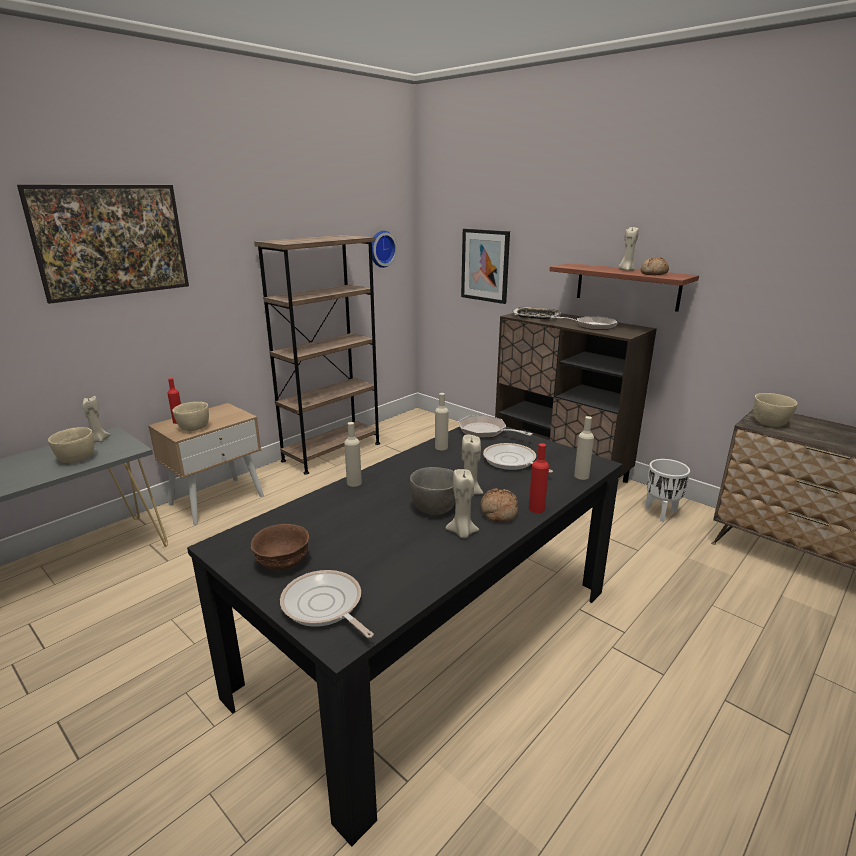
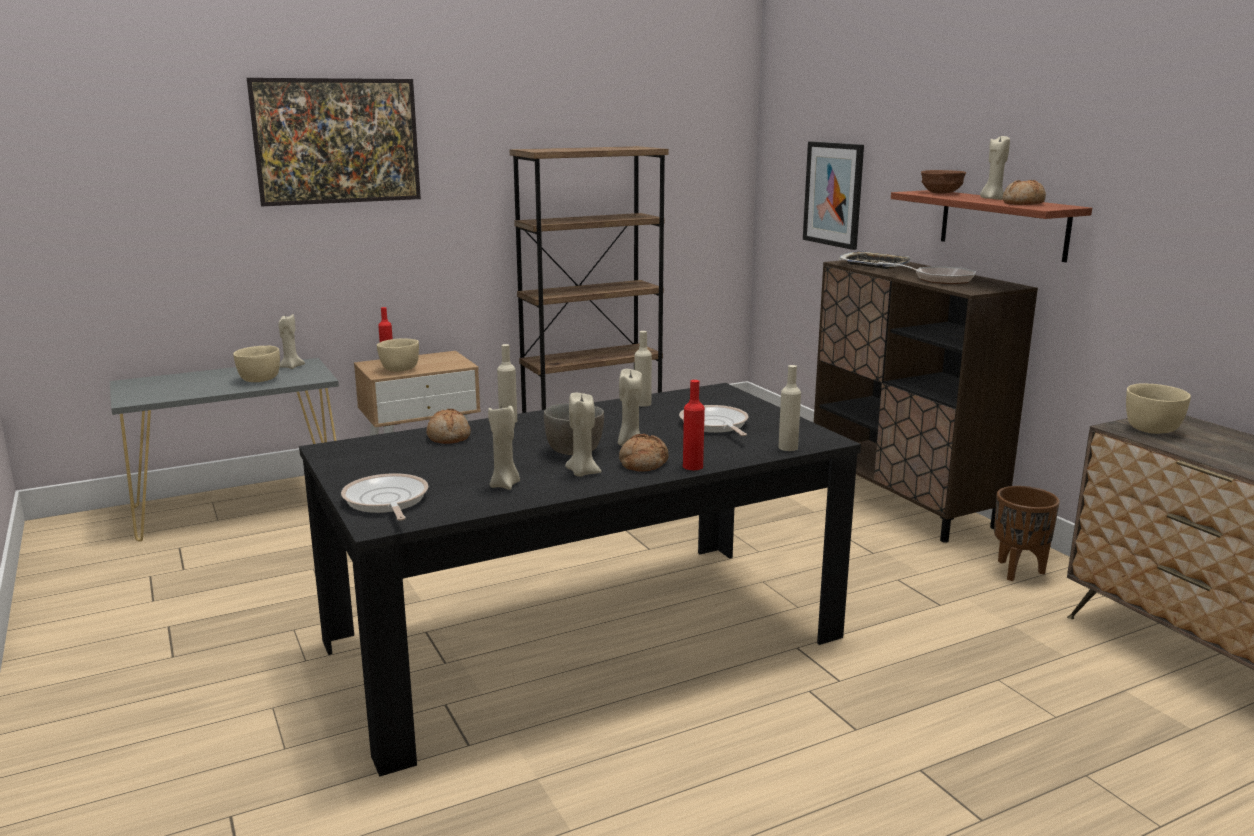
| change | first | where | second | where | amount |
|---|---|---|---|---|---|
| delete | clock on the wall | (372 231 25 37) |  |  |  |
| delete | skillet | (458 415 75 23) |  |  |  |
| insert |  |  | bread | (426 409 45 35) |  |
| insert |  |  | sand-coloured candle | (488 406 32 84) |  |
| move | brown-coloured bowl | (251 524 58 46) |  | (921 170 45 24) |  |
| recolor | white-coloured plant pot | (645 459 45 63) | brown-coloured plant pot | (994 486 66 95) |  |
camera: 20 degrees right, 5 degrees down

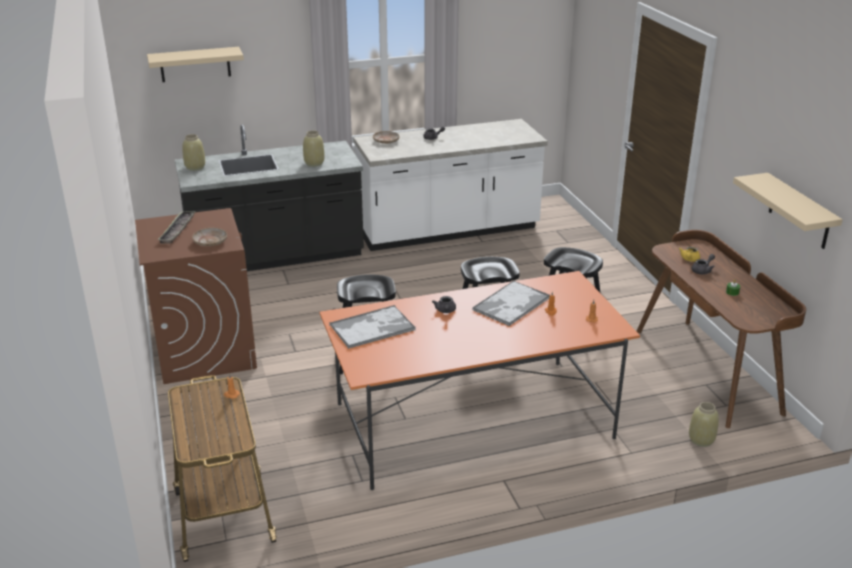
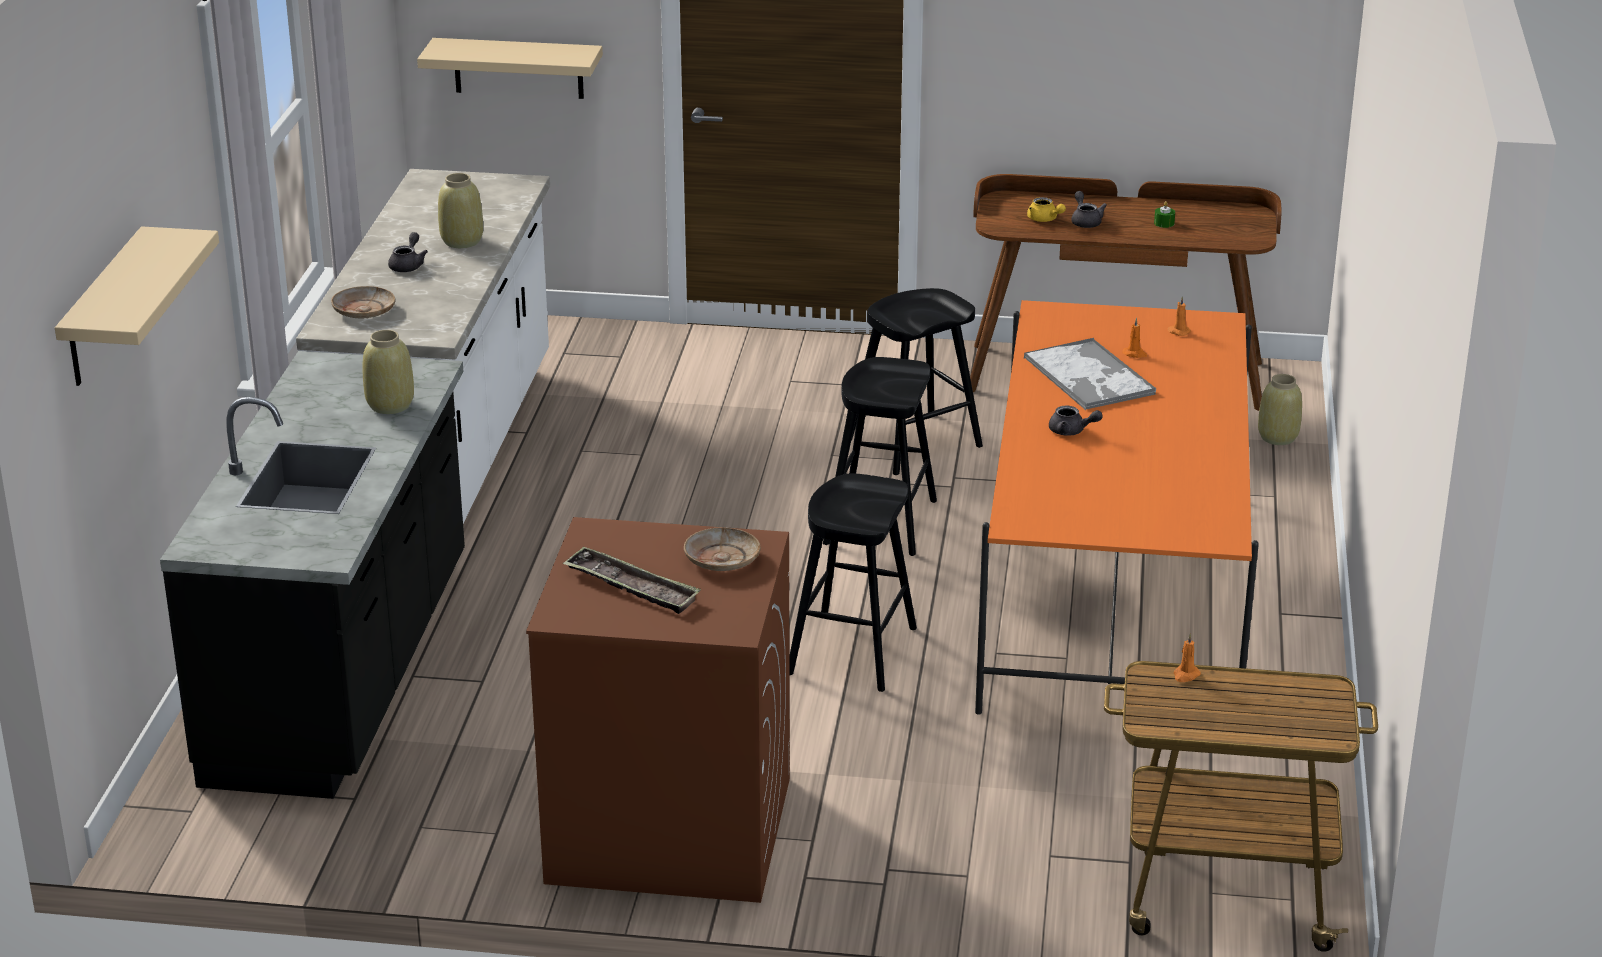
| change | first | where | second | where | amount |
|---|---|---|---|---|---|
| delete | carrying tray | (330 305 86 44) |  |  |  |
| move | sand-coloured decorative vase | (182 134 23 37) |  | (438 173 45 75) |  |
| move | sand-coloured wall shelf | (733 173 110 76) |  | (417 38 186 61) |  |
camera: 65 degrees left, 0 degrees up

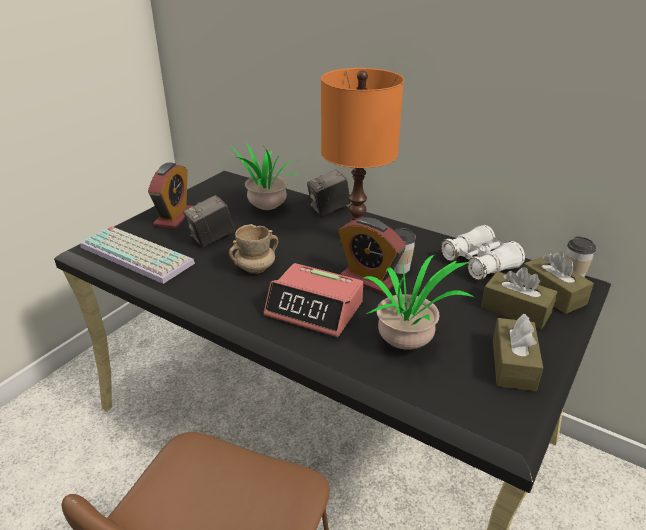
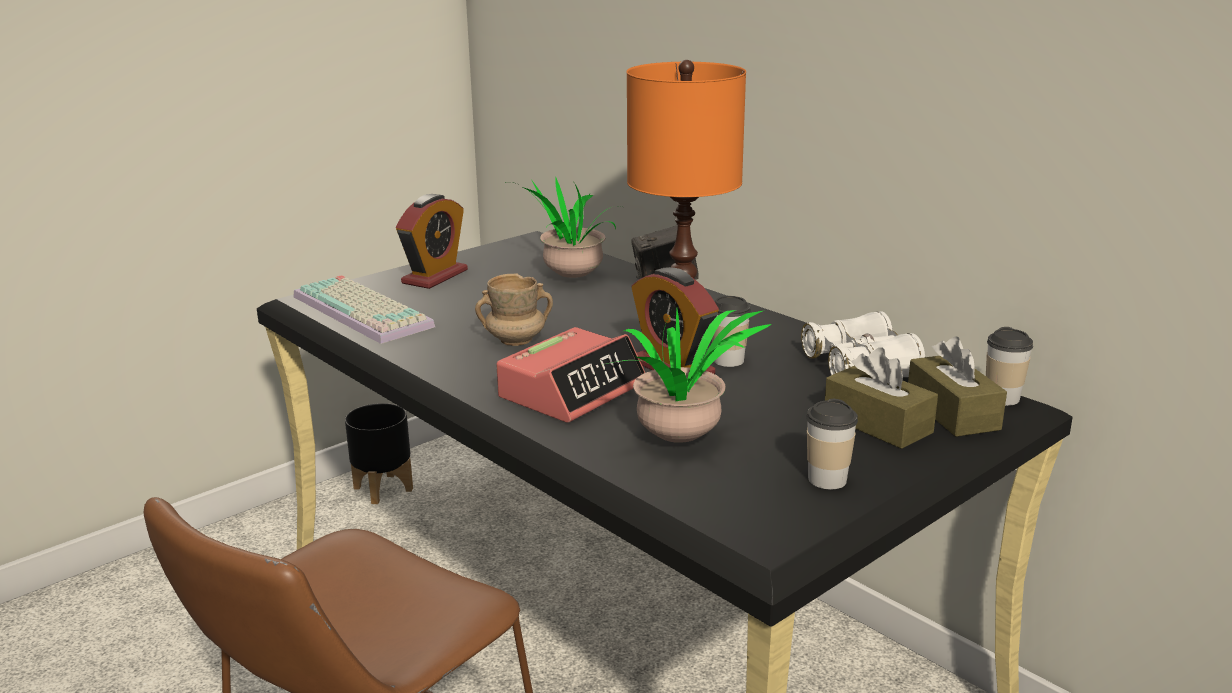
| change | first | where | second | where | amount |
|---|---|---|---|---|---|
| delete | photo camera | (183 195 52 52) |  |  |  |
| insert |  |  | black-coloured plant pot | (345 403 68 101) |  |
| replace | brown-coloured tissue box | (493 314 50 77) | drinking cup | (806 399 52 90) |  |
| rotate | bedside clock | (264 263 99 74) |  | (496 327 149 96) | 90 degrees counterclockwise |
camera: 15 degrees right, 10 degrees down

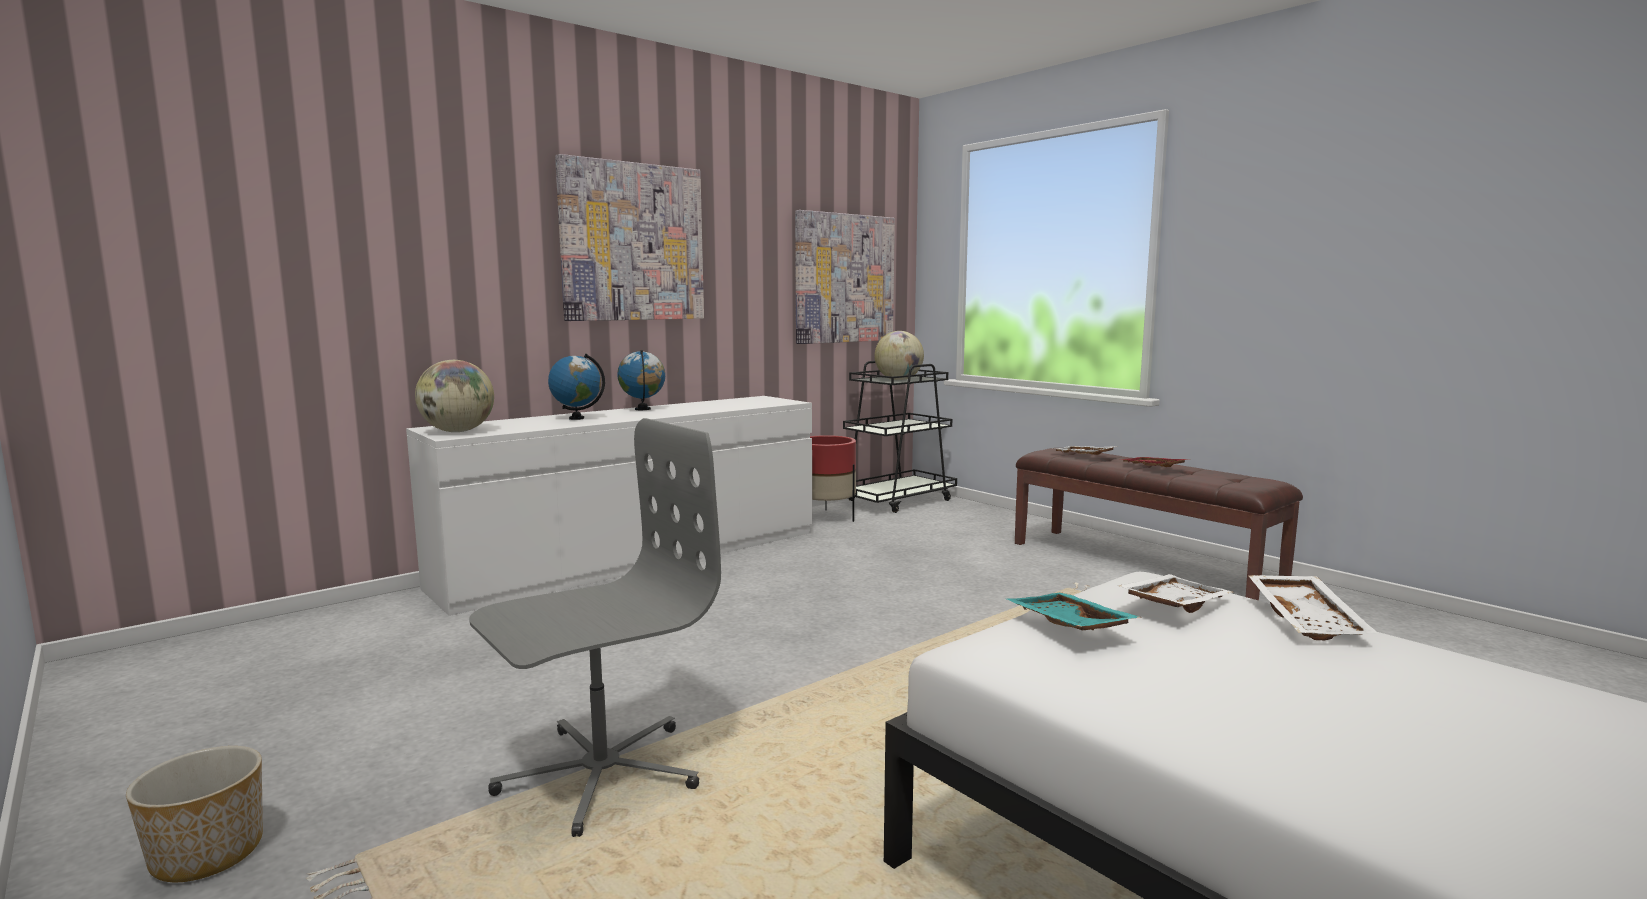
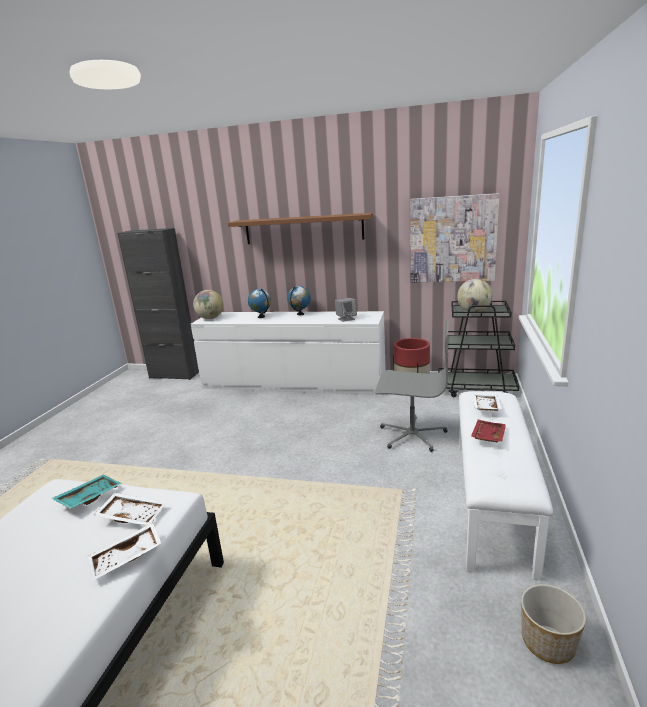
| change | first | where | second | where | amount |
|---|---|---|---|---|---|
| insert |  |  | black-coloured cupboard | (117 228 82 152) |  |
| insert |  |  | gray loudspeaker | (335 298 22 24) |  |
| move | plant pot | (126 746 137 136) |  | (521 584 65 80) |  |
| move | gray computer chair | (469 418 252 419) |  | (375 318 74 134) |  |
| replace | wall art | (555 154 149 167) | brown-coloured wall shelf | (228 213 145 31) |  |
| recolor | brown-coloured indoor bench | (1015 448 288 152) | white-coloured indoor bench | (459 391 94 190) |  |
camera: 55 degrees right, 10 degrees up

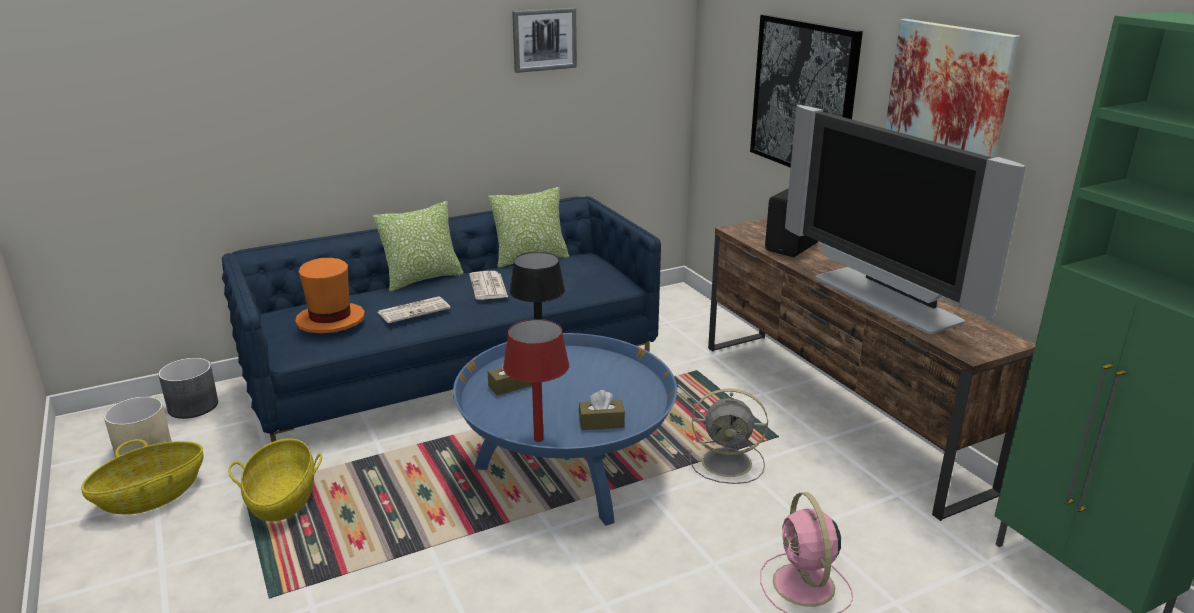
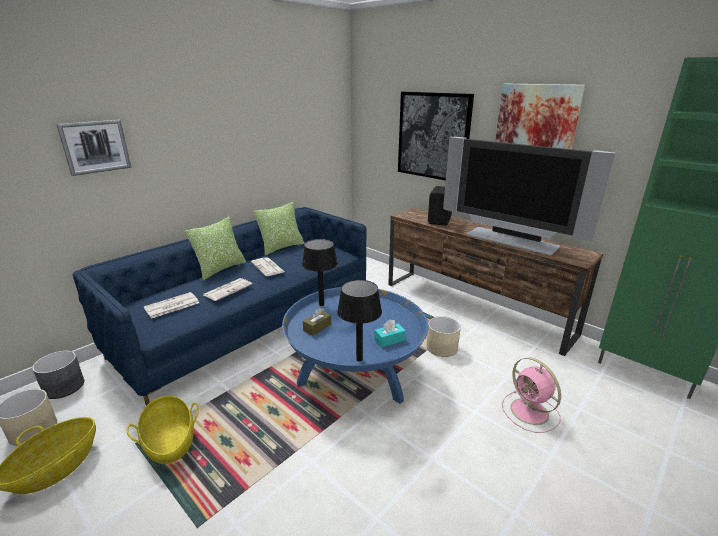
| change | first | where | second | where | amount |
|---|---|---|---|---|---|
| move | wall art | (512 8 65 65) |  | (56 120 75 56) |  |
| replace | orangey wearable hat | (295 258 70 75) | printed paper | (144 292 55 27) |  |
| replace | gray fan | (688 389 80 95) | sand-coloured plant pot | (426 316 35 41) |  |
| recolor | red-coloured tabletop lamp | (503 319 66 123) | black-coloured tabletop lamp | (337 280 45 81) |  |
| recolor | brown-coloured tissue box | (579 390 46 40) | turquoise tissue box | (374 319 32 29) |  |
camera: 20 degrees left, 0 degrees up

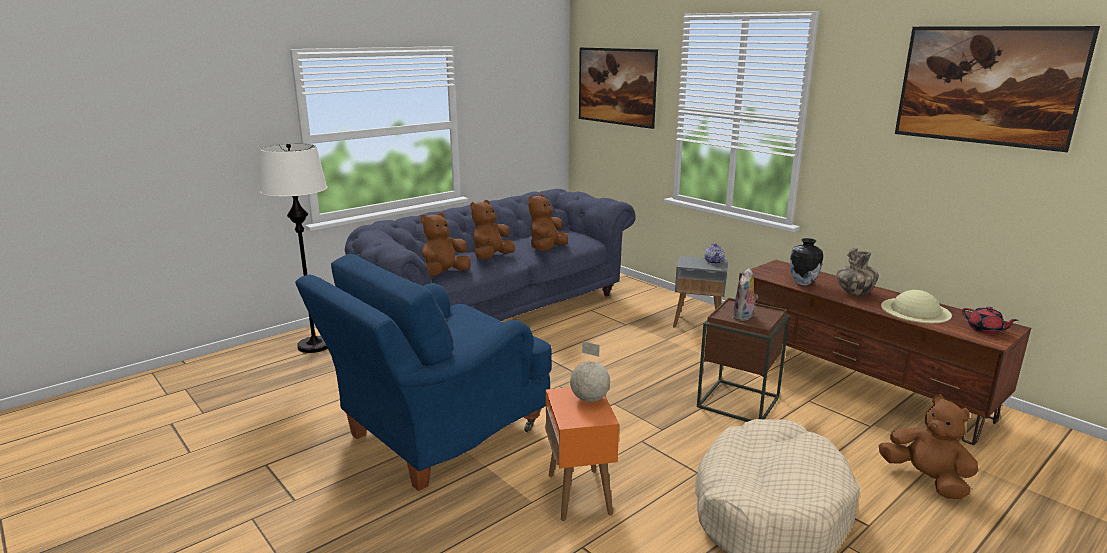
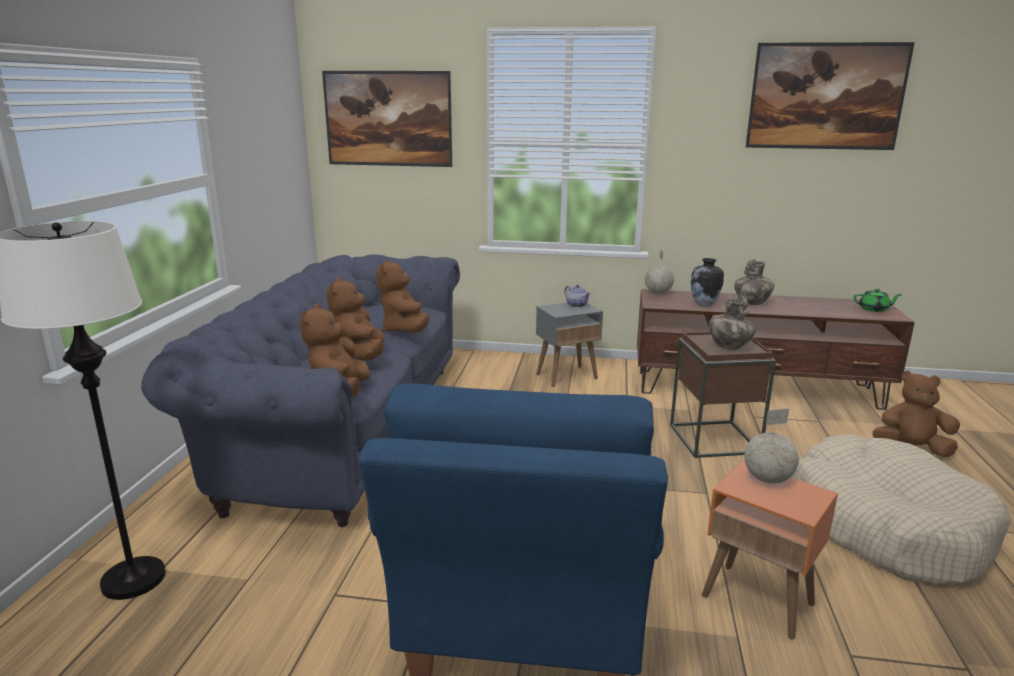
| change | first | where | second | where | amount |
|---|---|---|---|---|---|
| delete | sand-coloured wearable hat | (881 290 71 33) |  |  |  |
| insert |  |  | desk globe | (645 249 29 45) |  |
| replace | cuddly toy | (732 268 26 53) | decorative vase | (709 294 47 56) |  |
| recolor | red-coloured tea pot | (962 307 57 27) | greenish tea pot | (854 289 47 23) |  |
camera: 40 degrees left, 0 degrees up

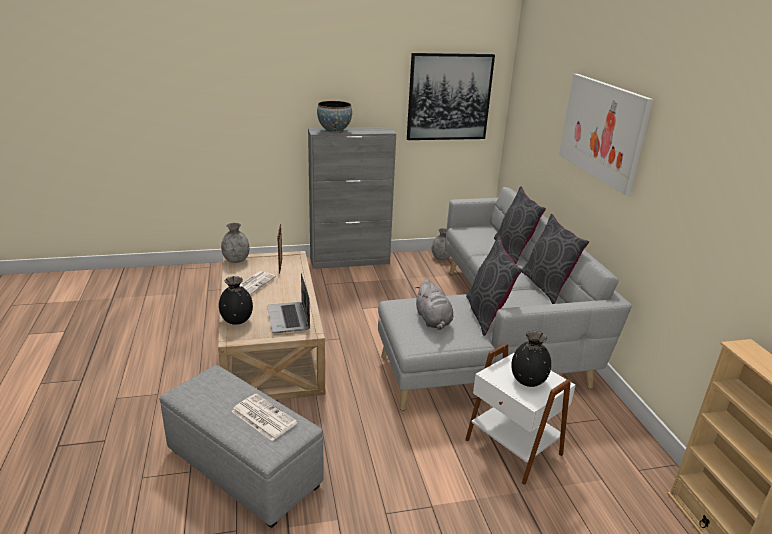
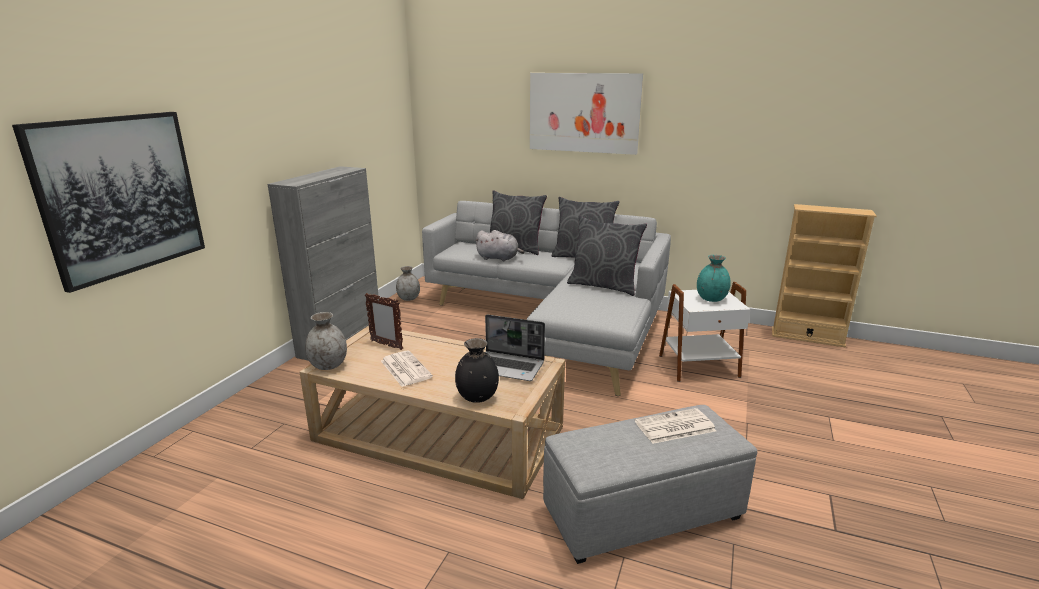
| change | first | where | second | where | amount |
|---|---|---|---|---|---|
| delete | bowl | (317 101 35 32) |  |  |  |
| move | wall art | (407 53 88 87) |  | (12 112 193 181) |  |
| move | gray cuddly toy | (416 279 37 51) |  | (475 230 49 31) |  |
| recolor | black-coloured decorative vase | (511 331 40 56) | turquoise decorative vase | (697 255 34 47) |  |
camera: 55 degrees left, 5 degrees down

